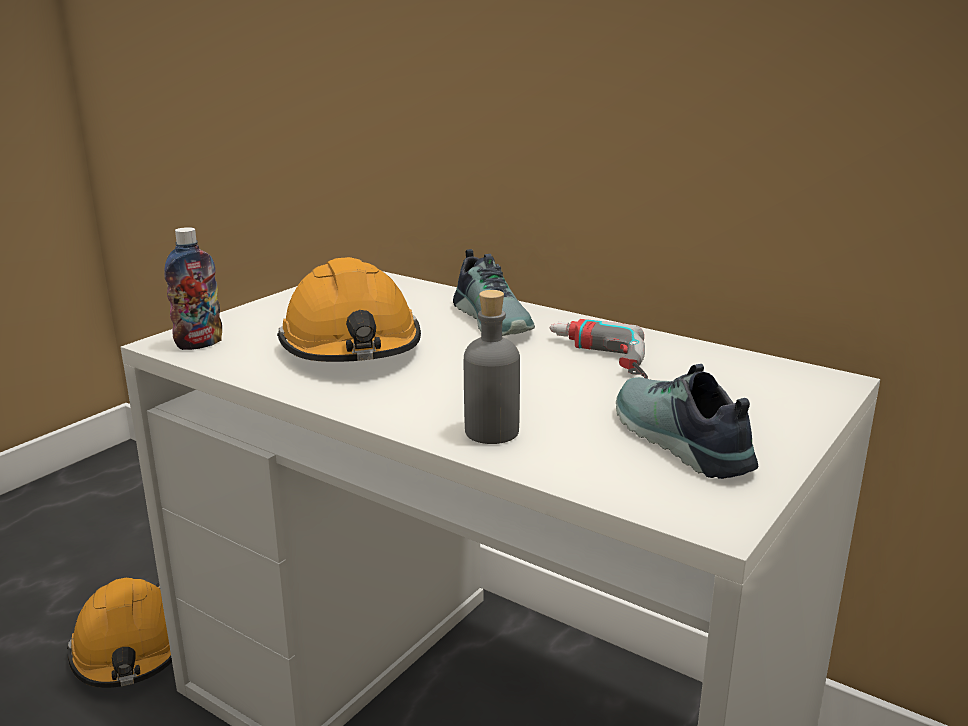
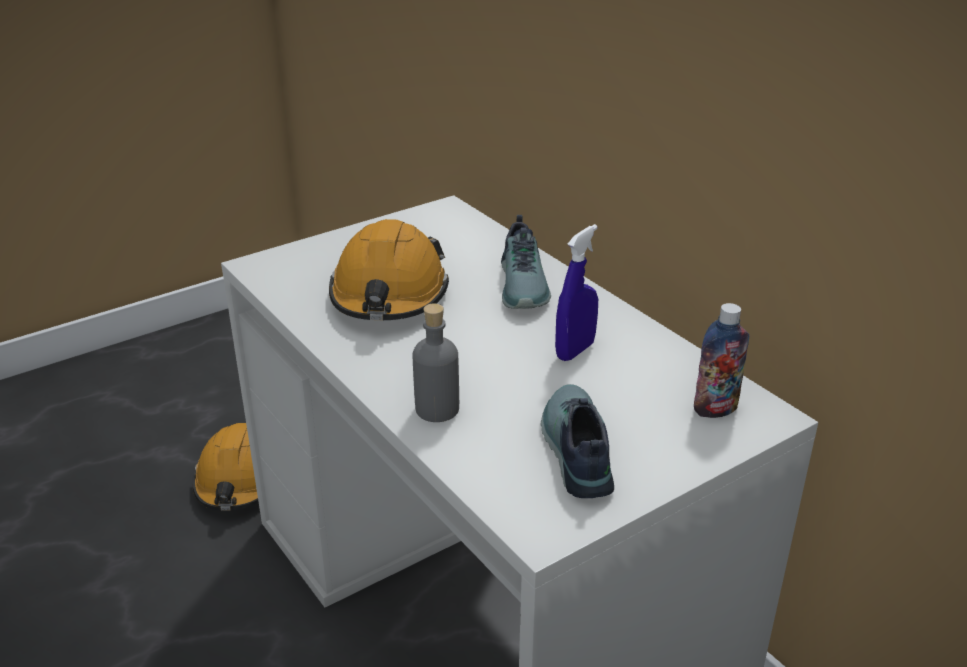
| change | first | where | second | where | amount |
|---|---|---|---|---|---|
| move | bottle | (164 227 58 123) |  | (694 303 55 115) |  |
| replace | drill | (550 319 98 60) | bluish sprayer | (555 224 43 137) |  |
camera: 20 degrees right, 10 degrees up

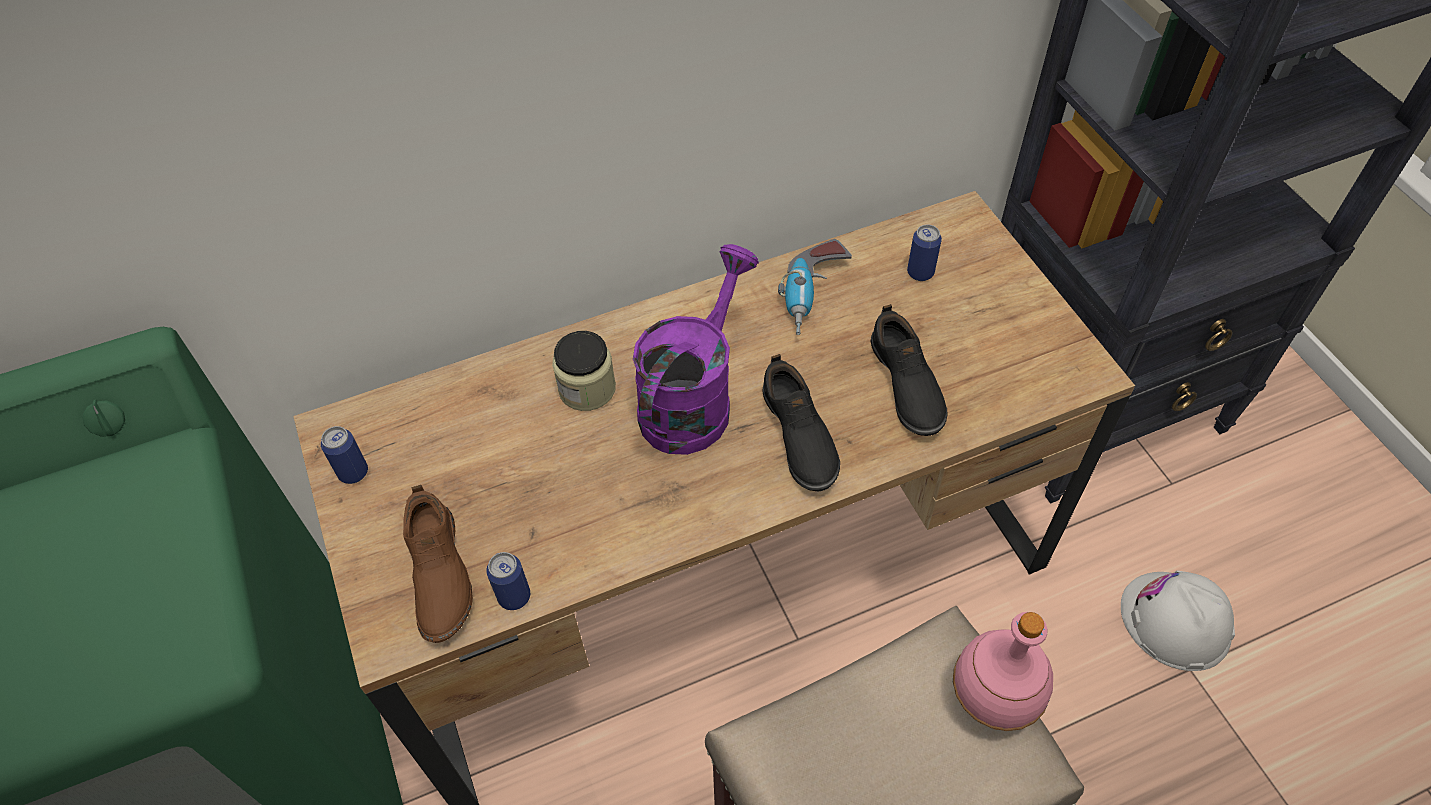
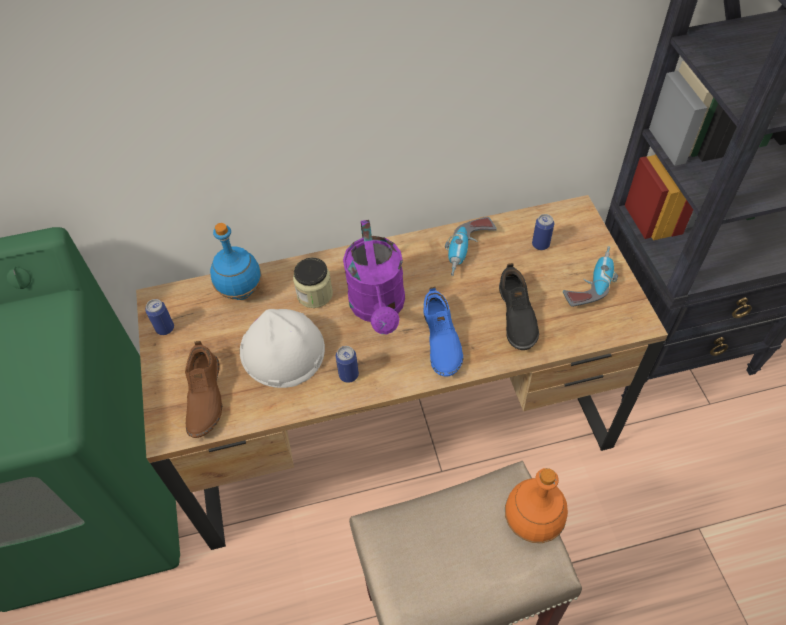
| change | first | where | second | where | amount |
|---|---|---|---|---|---|
| insert |  |  | bluish bottle | (210 223 52 77) |  |
| insert |  |  | drill | (563 246 55 61) |  |
| move | can | (486 552 44 58) |  | (336 346 23 37) |  |
| move | white-coloured hard hat | (1121 570 114 101) |  | (240 309 85 79) |  |
| recolor | black-coloured low shoe | (762 354 78 137) | bluish low shoe | (423 287 40 90) |  |
| recolor | pink-coloured bottle | (953 612 100 119) | orangey bottle | (505 468 63 75) |  |
| rotate | purple watering can | (633 244 126 211) |  | (343 220 62 114) | 135 degrees clockwise |
camera: 10 degrees right, 0 degrees up

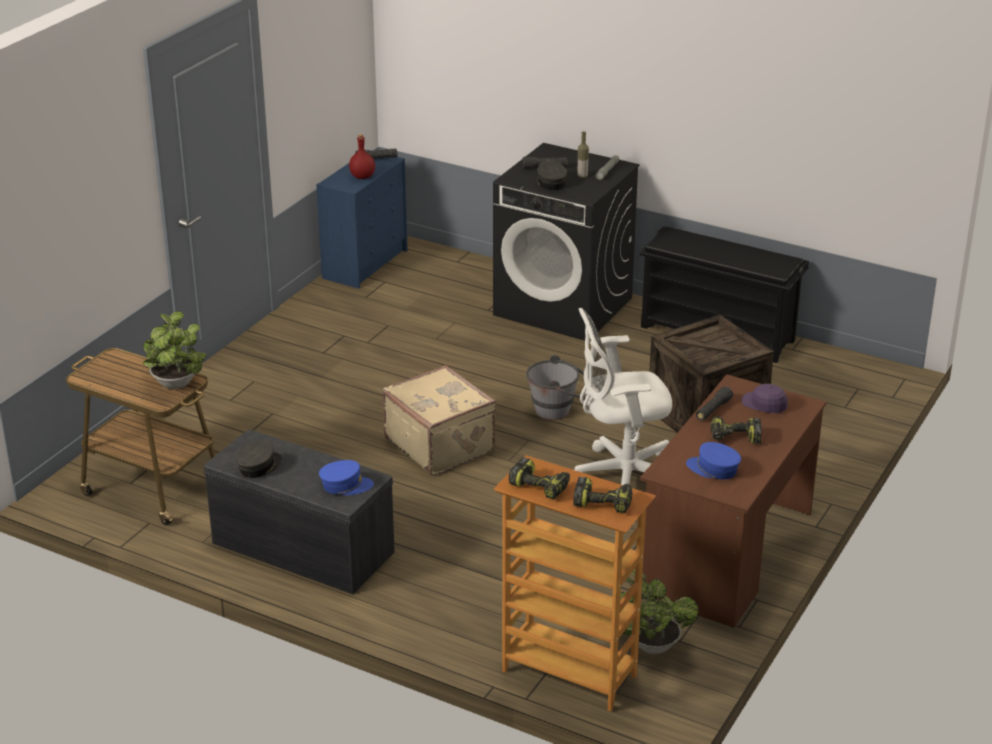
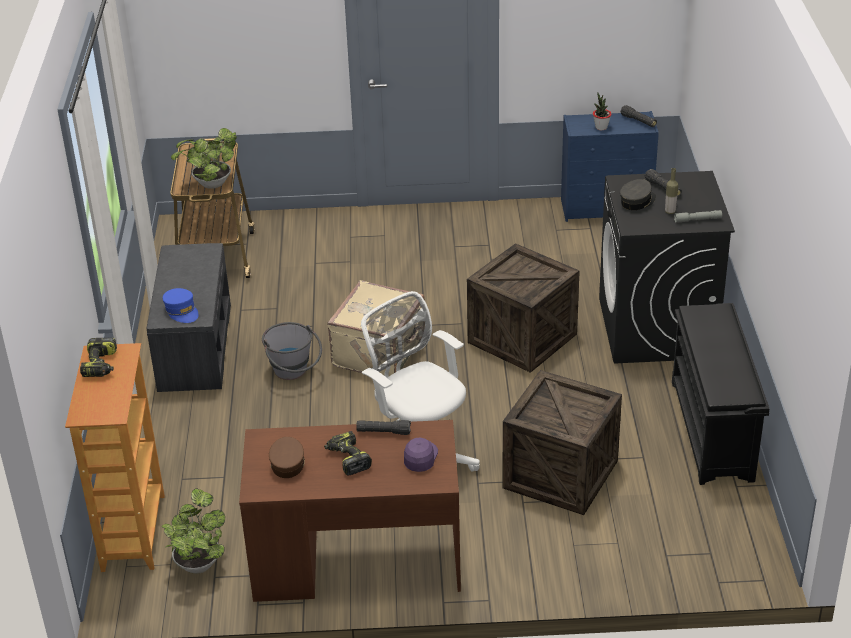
| change | first | where | second | where | amount |
|---|---|---|---|---|---|
| delete | gray peaked cap | (236 440 46 38) |  |  |  |
| delete | drill | (573 477 59 36) |  |  |  |
| insert |  |  | packing crate | (467 243 113 130) |  |
| move | gray bucket | (526 355 59 65) |  | (262 322 60 58) |  |
| replace | red-coloured bottle | (349 134 26 45) | potted plant | (593 93 18 37) |  |
| recolor | bluish peaked cap | (686 442 55 37) | brown-coloured peaked cap | (269 437 36 41) |  |
camera: 60 degrees right, 5 degrees up

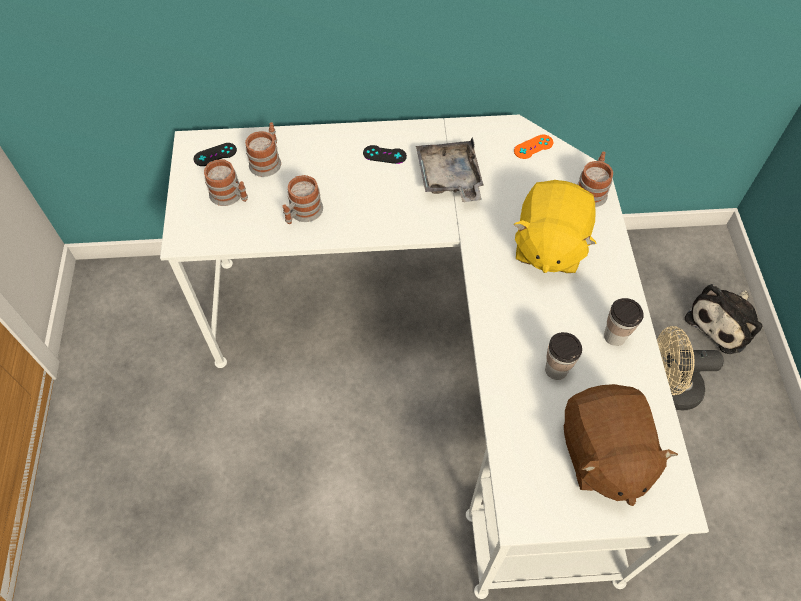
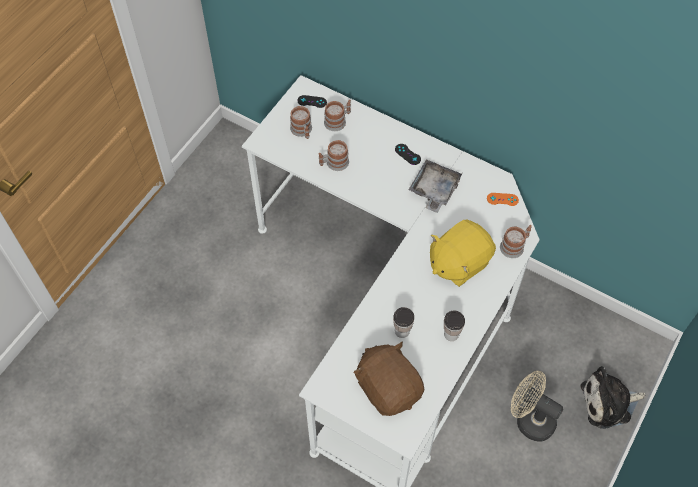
| change | first | where | second | where | amount |
|---|---|---|---|---|---|
| rotate | brown-coloured cuddly toy | (564 384 114 122) |  | (353 341 72 75) | 120 degrees clockwise |
camera: 35 degrees right, 0 degrees up

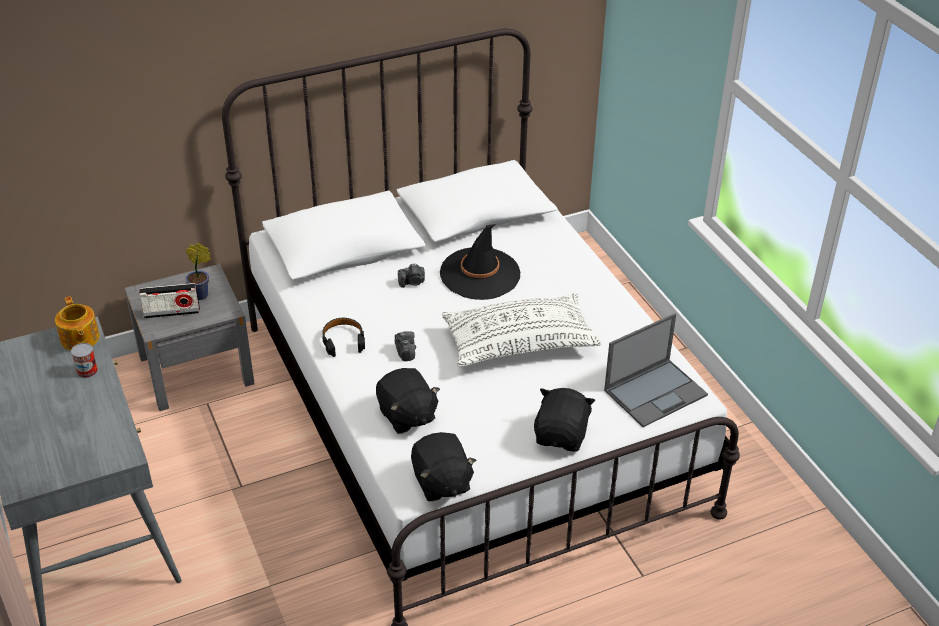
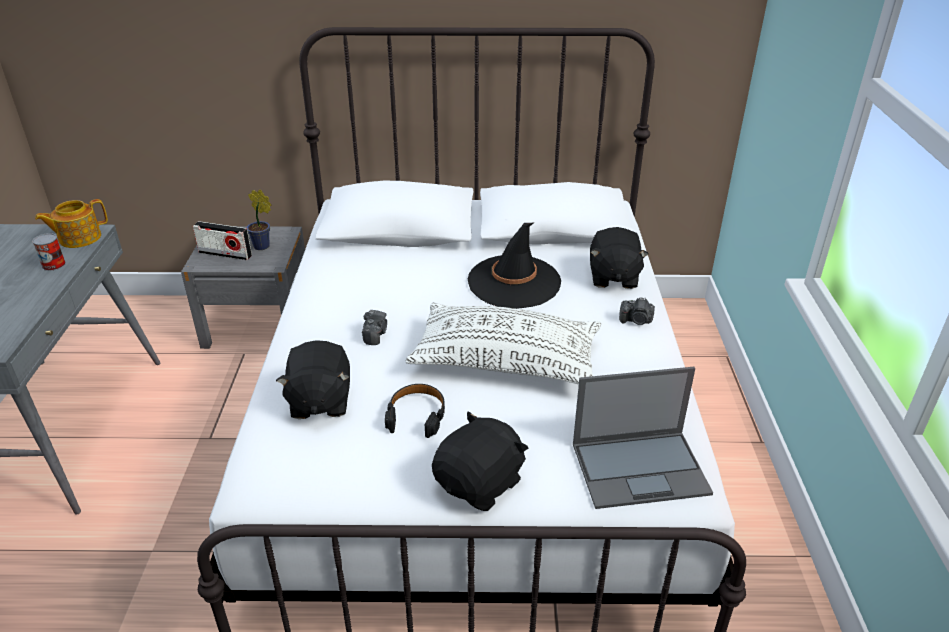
| change | first | where | second | where | amount |
|---|---|---|---|---|---|
| move | black-coloured headset | (322 318 43 39) |  | (385 384 60 54) |  |
| move | photo camera | (398 263 27 25) |  | (619 297 36 28) |  |
| move | black-coloured cuddly toy | (411 432 66 70) |  | (590 227 59 62) |  |
| rotate | tea pot | (55 296 45 55) |  | (35 199 73 49) | 60 degrees clockwise |
camera: 25 degrees right, 5 degrees down

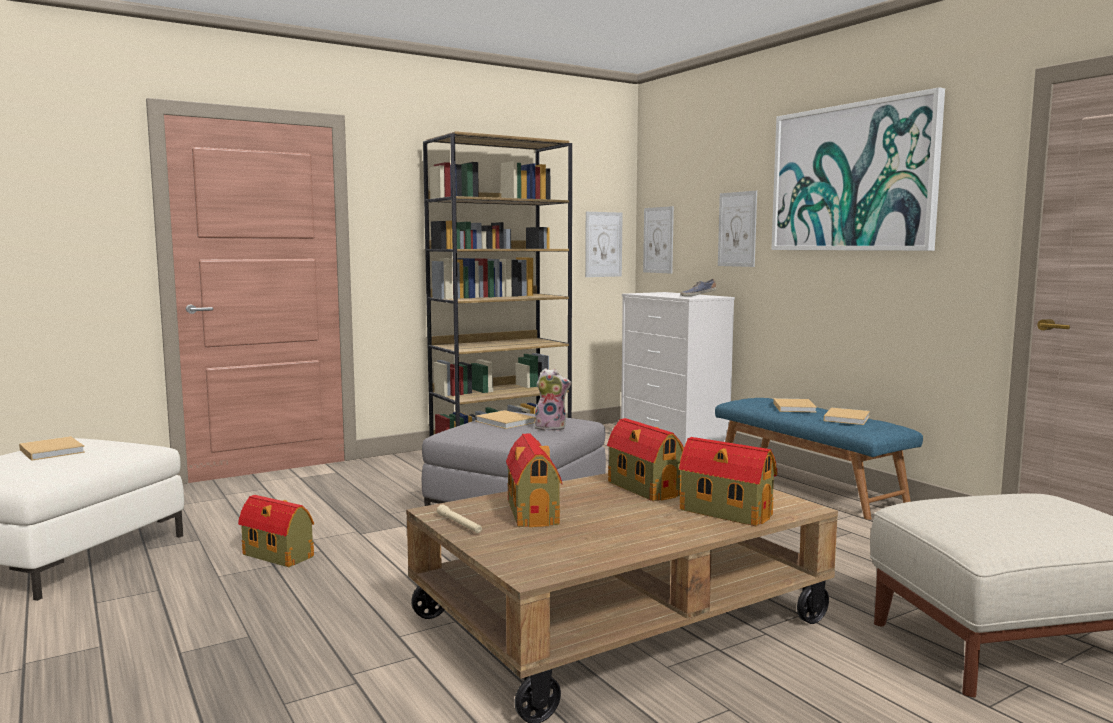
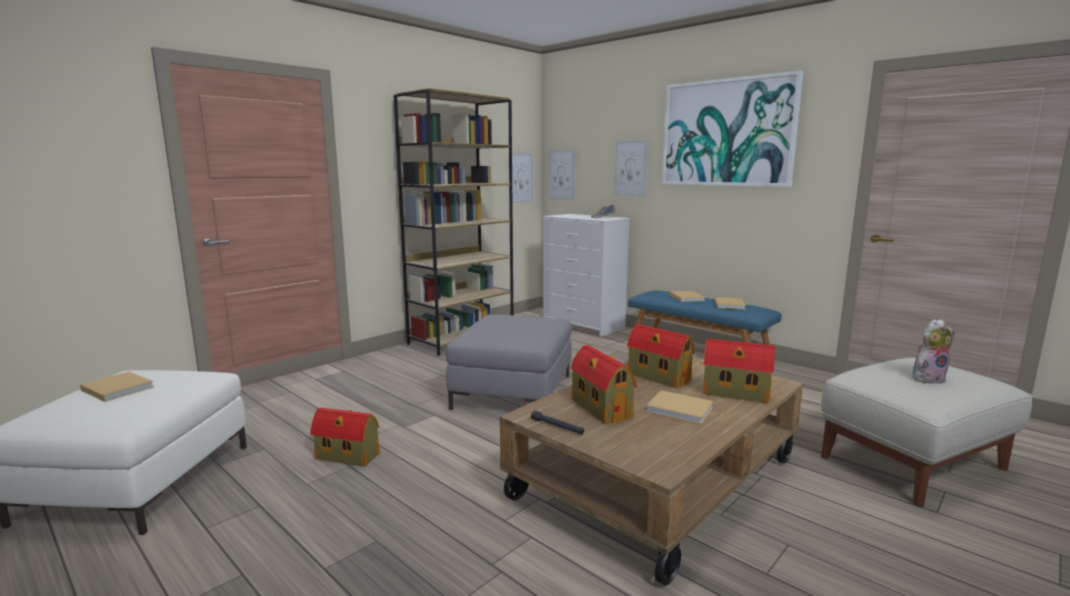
| change | first | where | second | where | amount |
|---|---|---|---|---|---|
| move | sand-coloured book | (475 410 61 19) |  | (646 390 68 34) |  |
| move | cuddly toy | (535 368 36 63) |  | (913 319 42 65) |  |
| recolor | sand-coloured torch | (437 505 45 28) | black-coloured torch | (531 411 53 23) |  |
camera: 15 degrees left, 5 degrees up

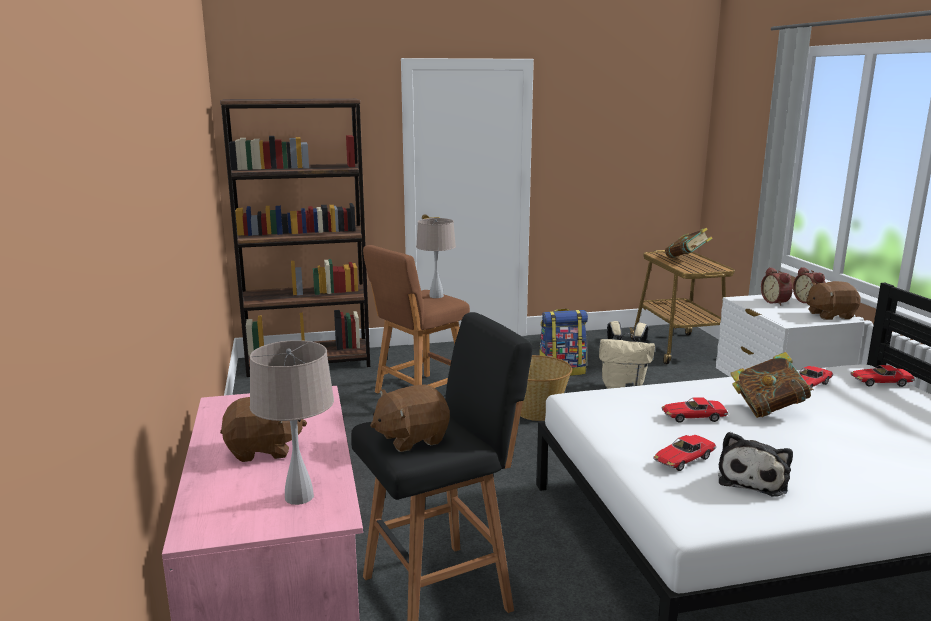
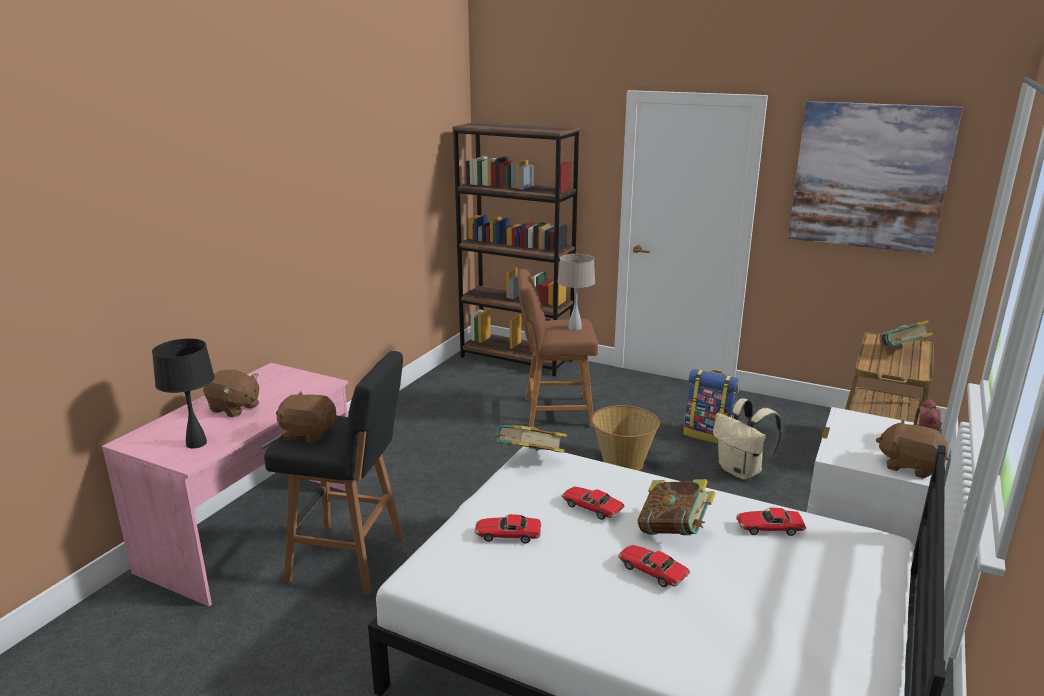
| change | first | where | second | where | amount |
|---|---|---|---|---|---|
| delete | cuddly toy | (718 432 75 65) |  |  |  |
| delete | bedside clock | (761 267 32 39) |  |  |  |
| insert |  |  | book | (494 425 73 28) |  |
| insert |  |  | wall art | (788 101 175 153) |  |
| move | miniature car | (850 365 65 22) |  | (618 545 72 42) |  |
| recolor | sand-coloured tabletop lamp | (250 340 84 165) | black-coloured tabletop lamp | (152 338 63 110) |  |
camera: 40 degrees right, 5 degrees up

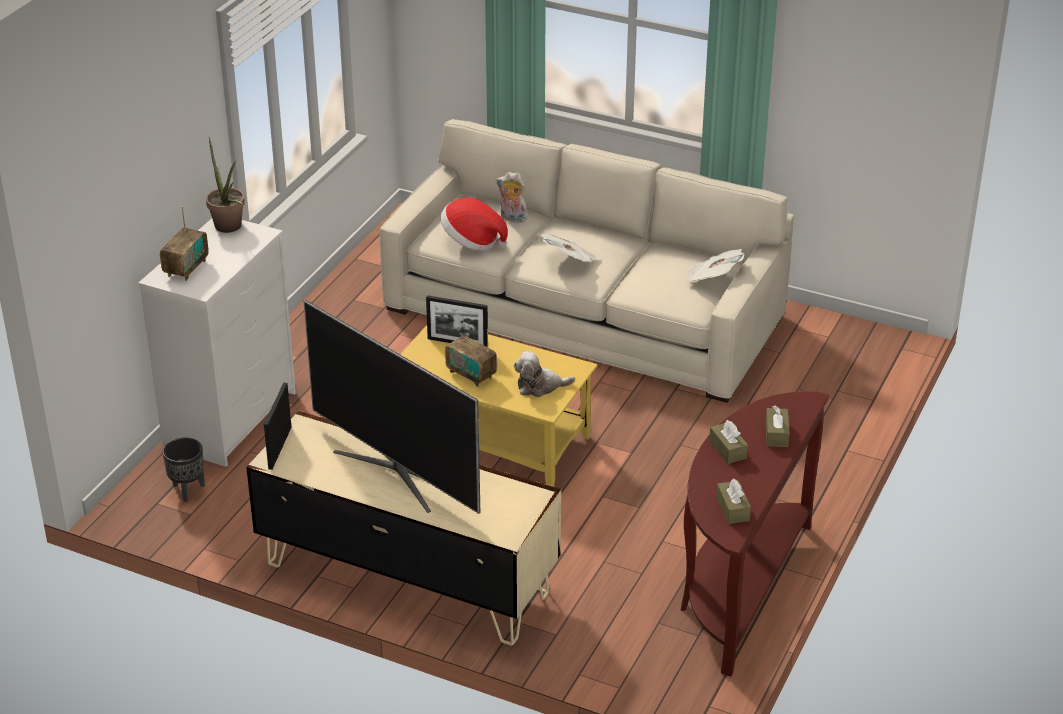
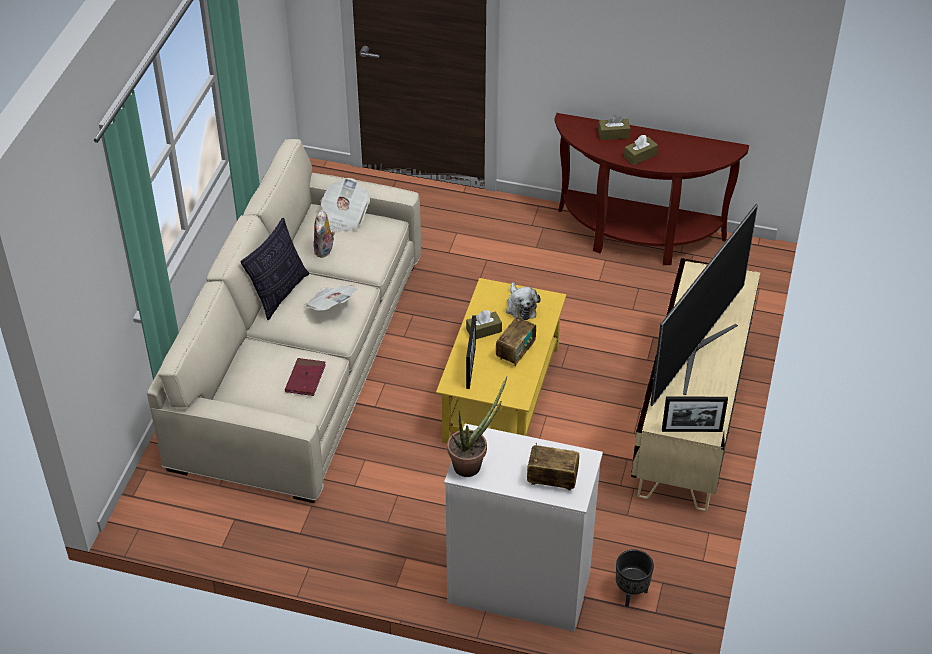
| change | first | where | second | where | amount |
|---|---|---|---|---|---|
| insert |  |  | pillow | (241 218 68 102) |  |
| move | cuddly toy | (496 172 31 51) |  | (313 210 22 48) |  |
| move | brown-coloured tissue box | (716 479 35 45) |  | (466 310 36 29) |  |
| replace | wearable hat | (441 197 67 54) | red-coloured book | (285 358 41 38) |  |
camera: 100 degrees left, 10 degrees up

